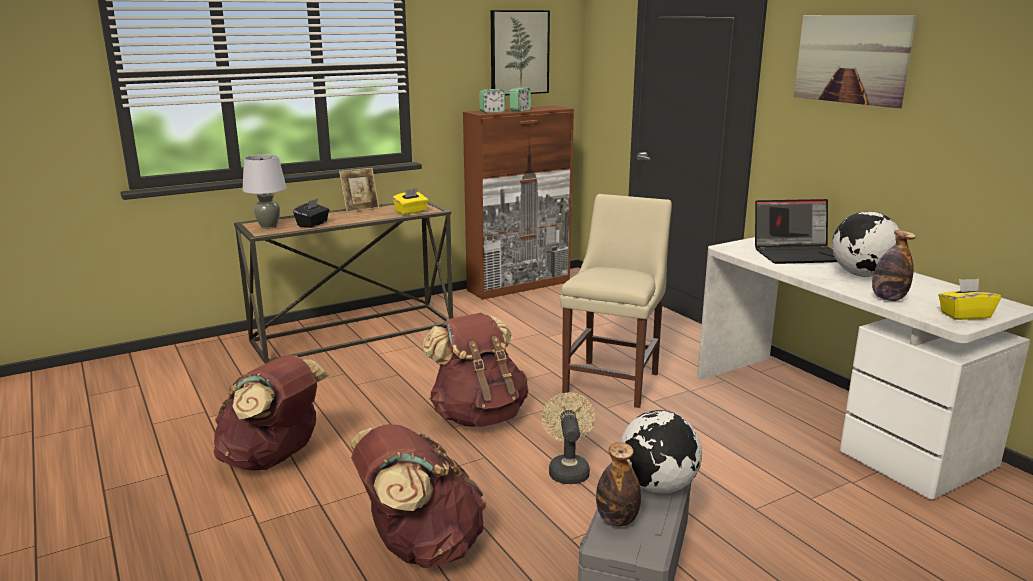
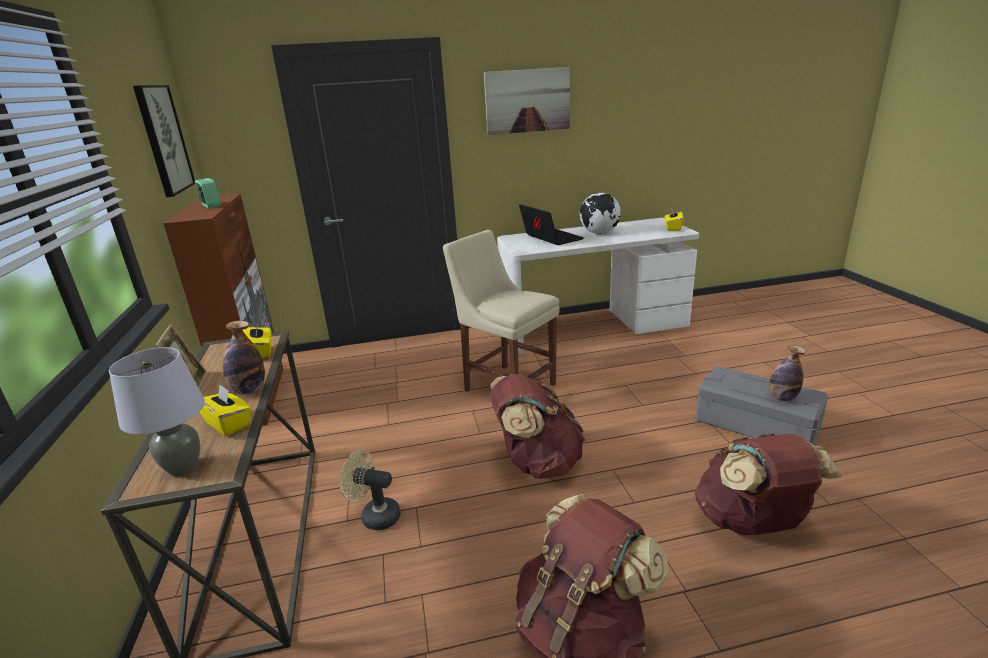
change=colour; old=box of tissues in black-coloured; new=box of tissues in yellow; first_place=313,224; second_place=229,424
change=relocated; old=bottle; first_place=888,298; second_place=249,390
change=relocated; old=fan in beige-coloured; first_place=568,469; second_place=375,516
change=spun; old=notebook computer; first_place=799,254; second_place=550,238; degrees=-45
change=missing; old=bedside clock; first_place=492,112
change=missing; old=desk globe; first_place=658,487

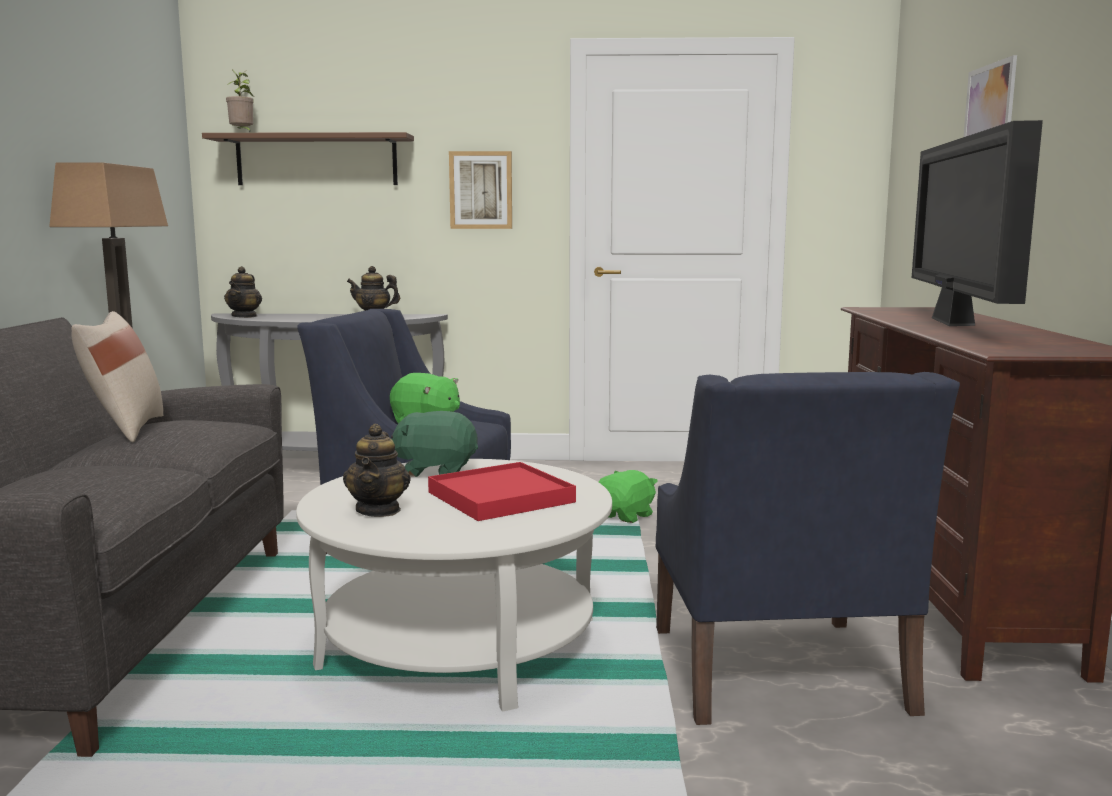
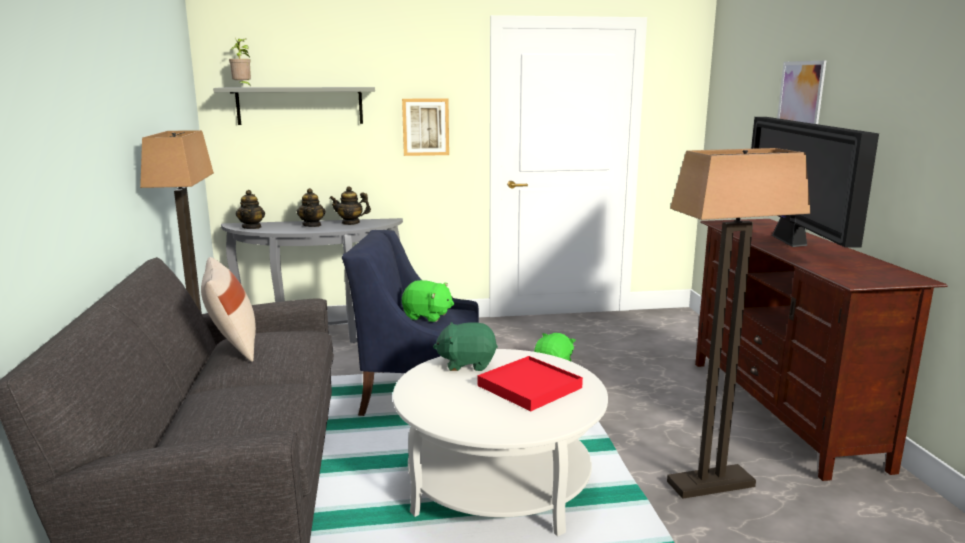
change=colour; old=wall shelf in brownish; new=wall shelf in gray; first_place=316,160; second_place=300,105
change=relocated; old=tea pot; first_place=379,510; second_place=312,225
change=exchanged; old=armchair in bluish; new=standing lamp; first_place=777,670; second_place=710,484

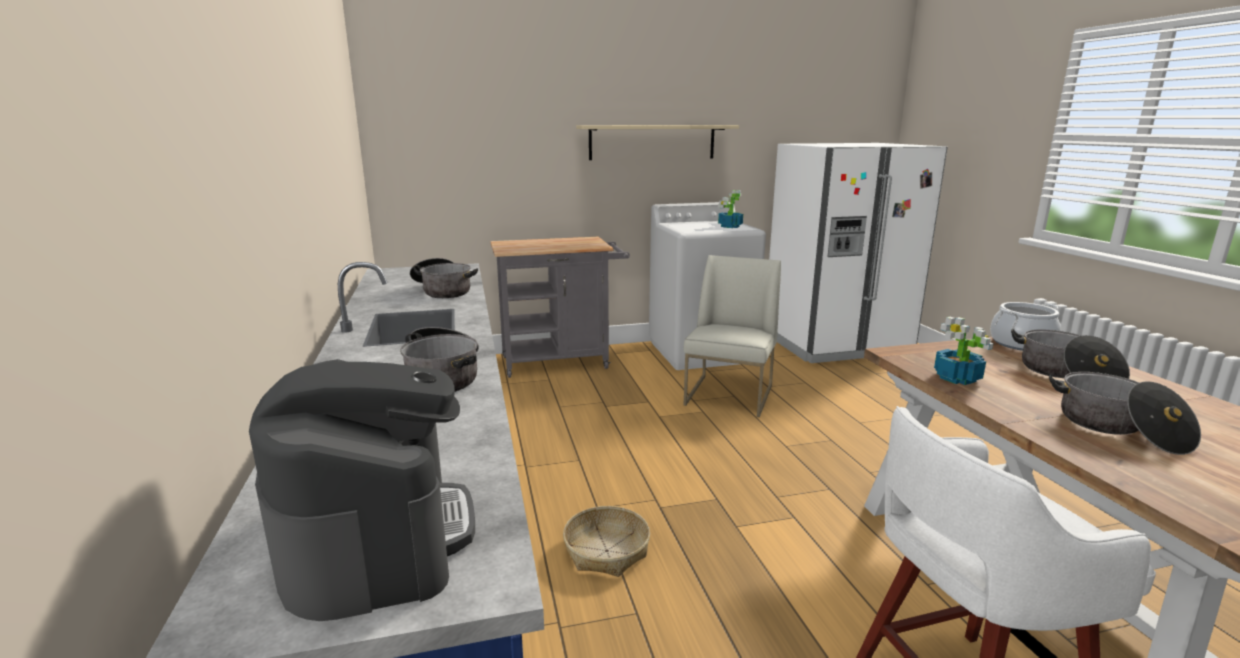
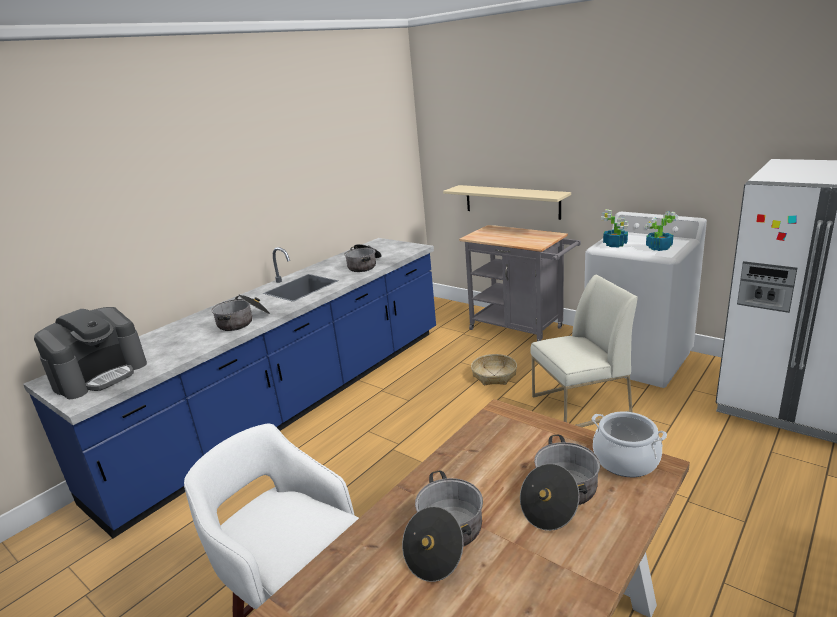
change=relocated; old=wall shelf in beige-coloured; first_place=652,142; second_place=511,201
change=relocated; old=basket; first_place=606,551; second_place=494,375
change=relocated; old=potted plant; first_place=958,378; second_place=615,244

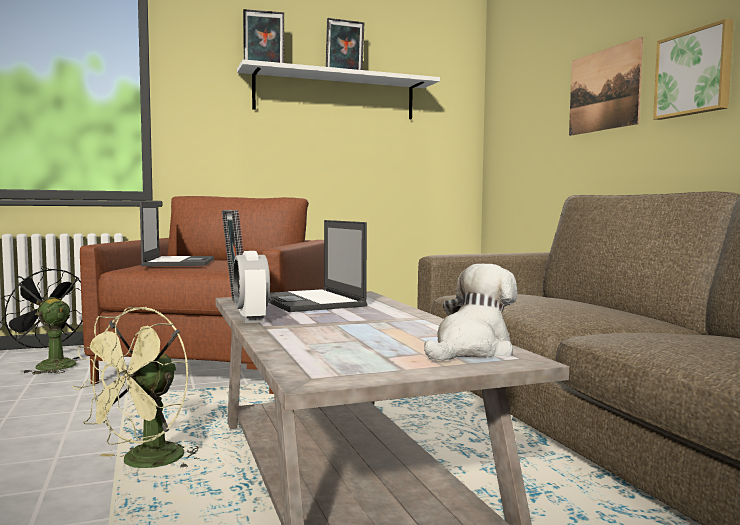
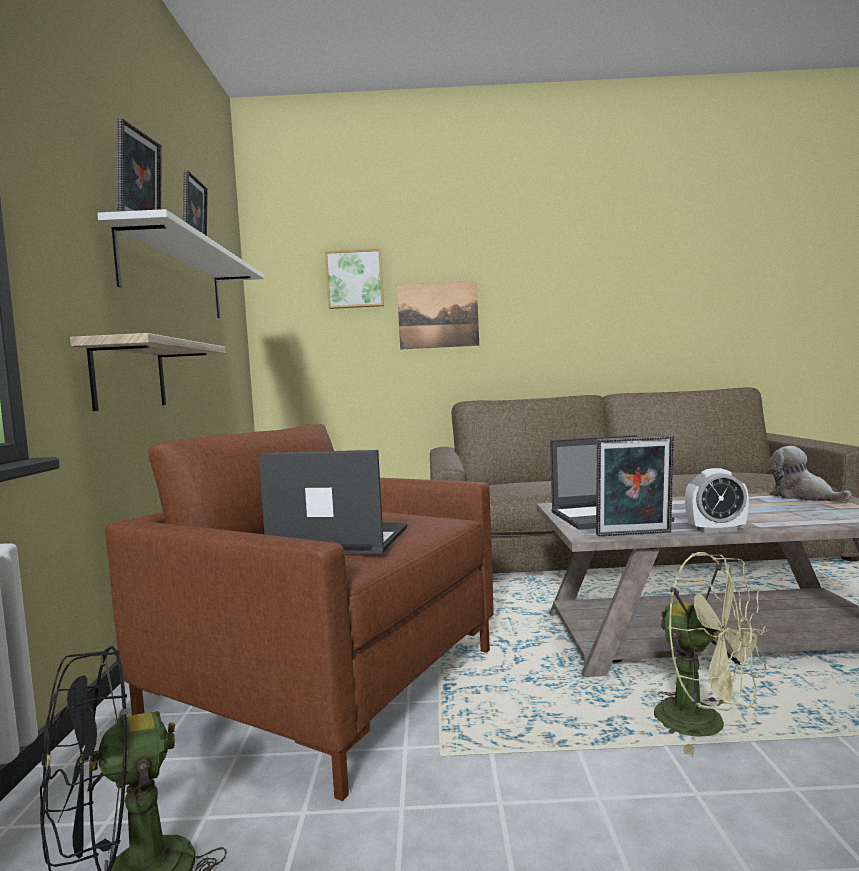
change=appeared; new=wall shelf; second_place=129,376
change=relocated; old=wall picture; first_place=694,73; second_place=355,279

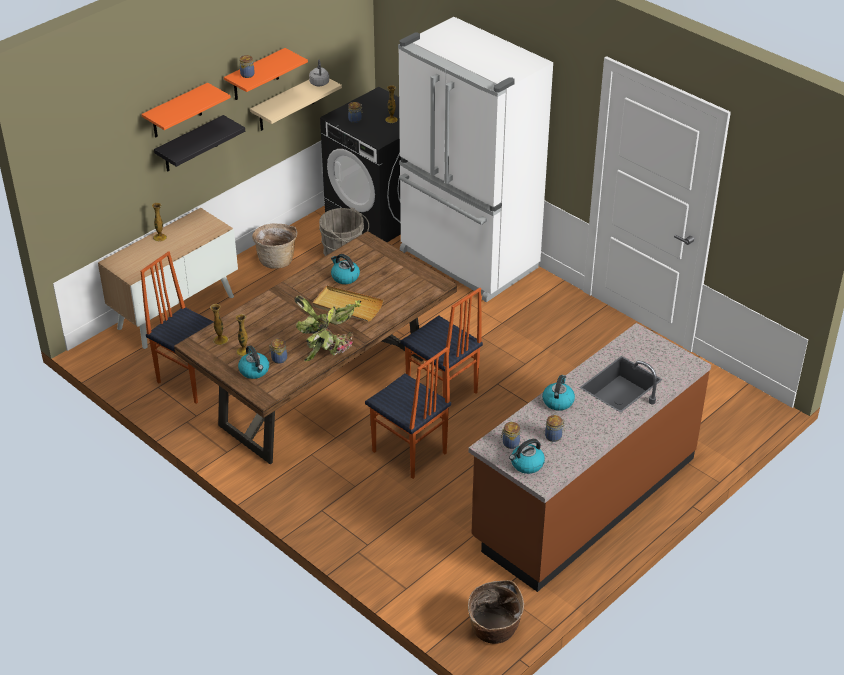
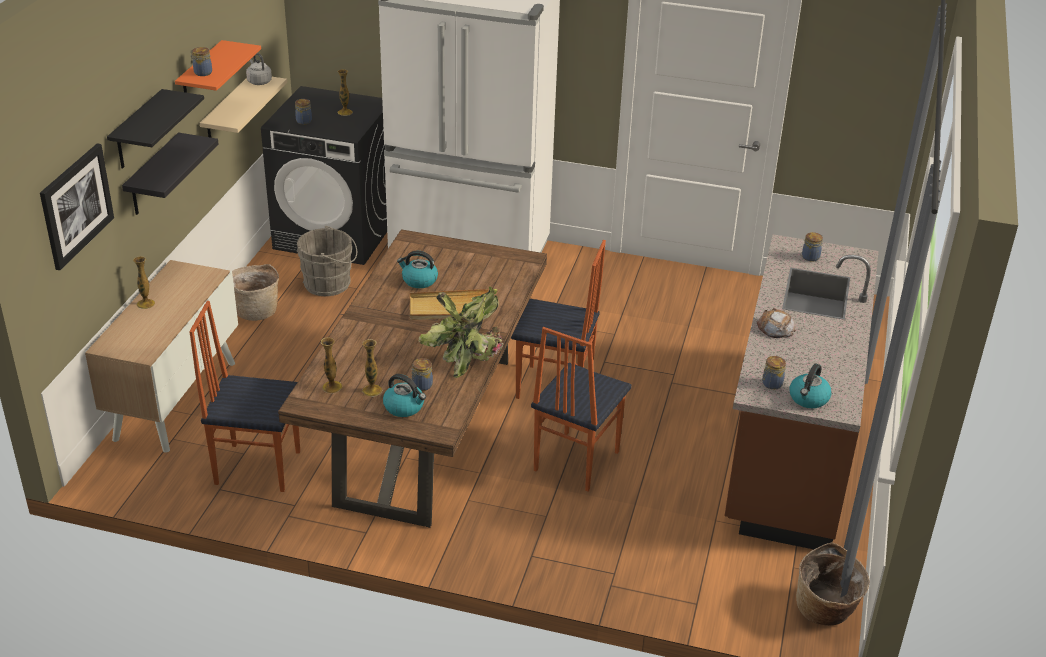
change=appeared; new=wall picture; second_place=76,205
change=colour; old=wall shelf in orange-coloured; new=wall shelf in black-coloured; first_place=176,111; second_place=138,131
change=spun; old=plain chair; first_place=409,453; second_place=574,461; degrees=105
change=exchanged; old=water kettle; new=baked bread; first_place=558,401; second_place=775,328
change=relocated; old=jar; first_place=554,436; second_place=811,257

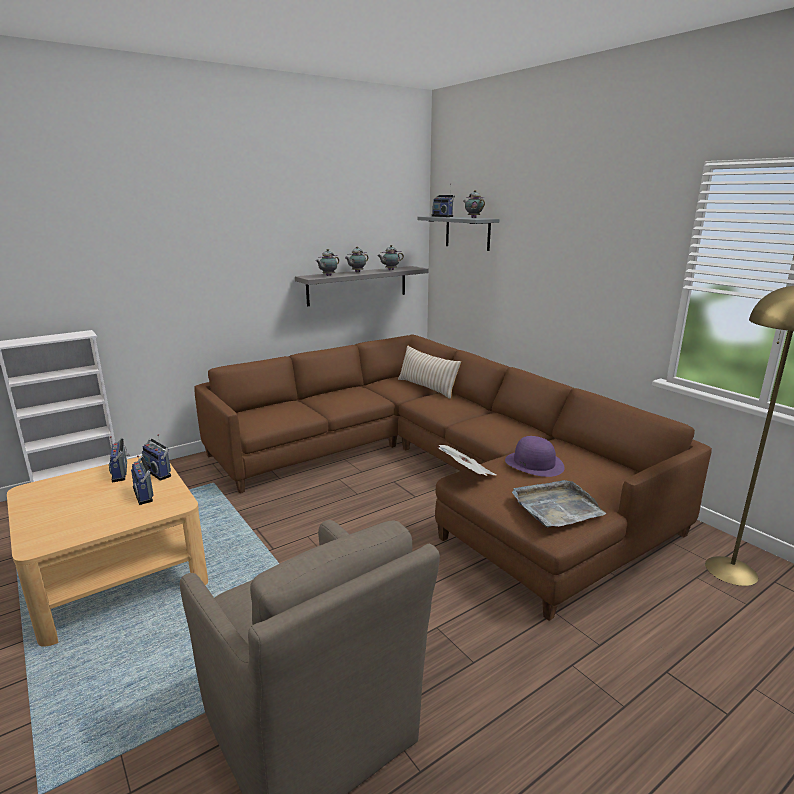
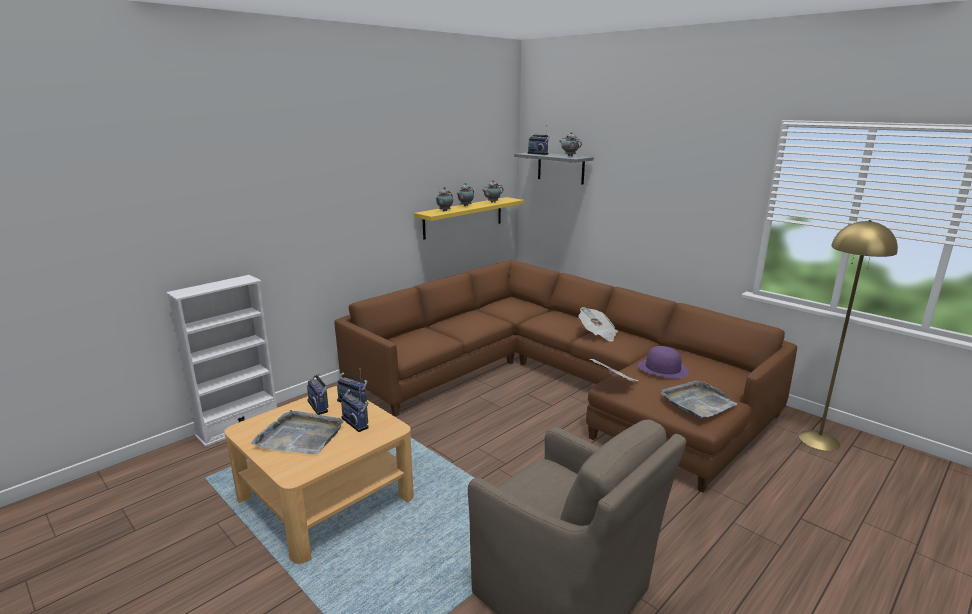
change=appeared; new=tray in gray; second_place=300,436
change=colour; old=wall shelf in gray; new=wall shelf in yellow; first_place=357,285; second_place=463,217
change=appeared; new=newspaper; second_place=597,334
change=missing; old=pillow in beige-coloured; first_place=427,387

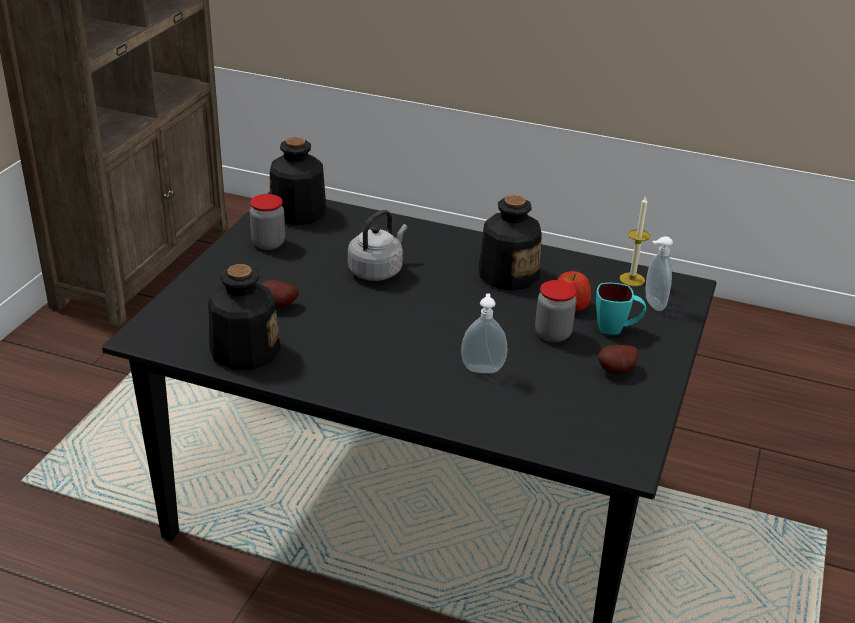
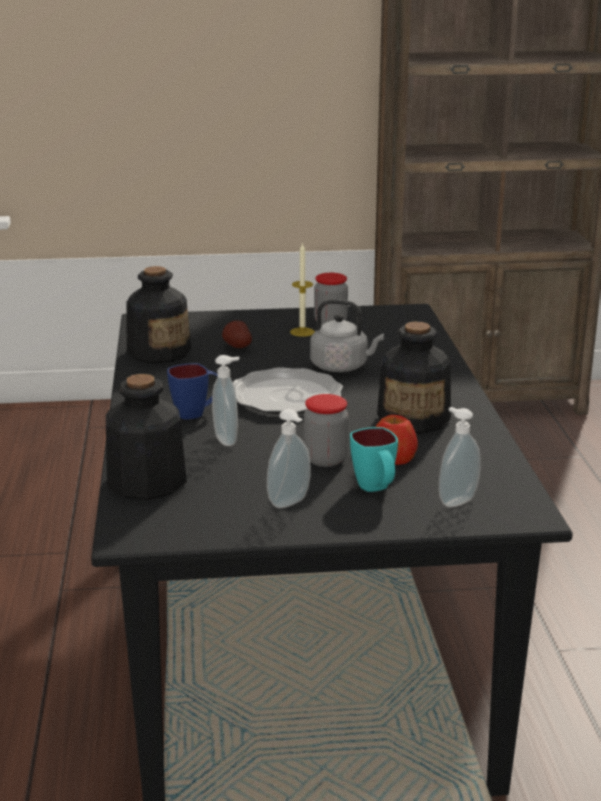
change=relocated; old=bottle; first_place=298,212; second_place=145,482
change=appeared; new=tea mug in bluish; second_place=197,413
change=appeared; new=dinner plate; second_place=286,396
change=exchanged; old=spud; new=soap dispenser; first_place=618,372; second_place=290,503
change=relocated; old=candle; first_place=632,279; second_place=302,332

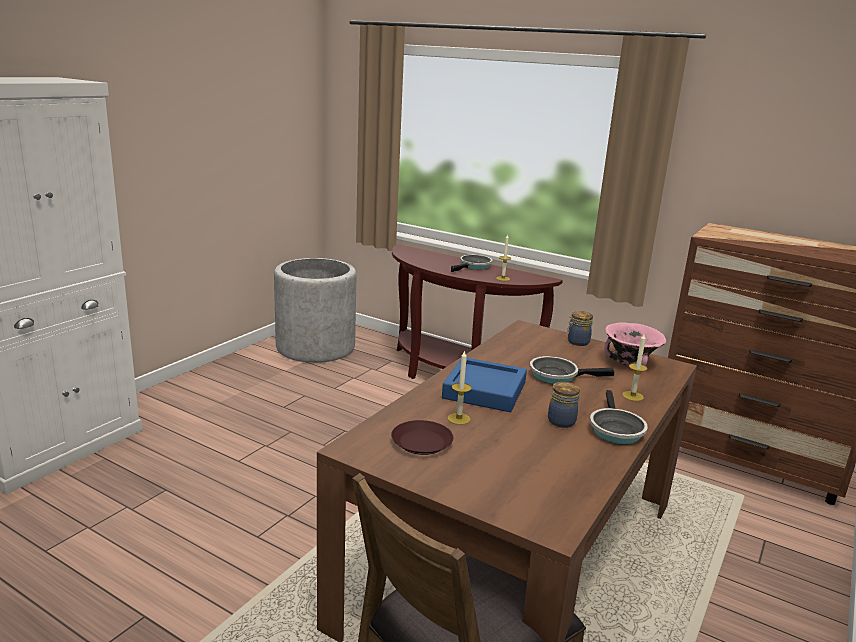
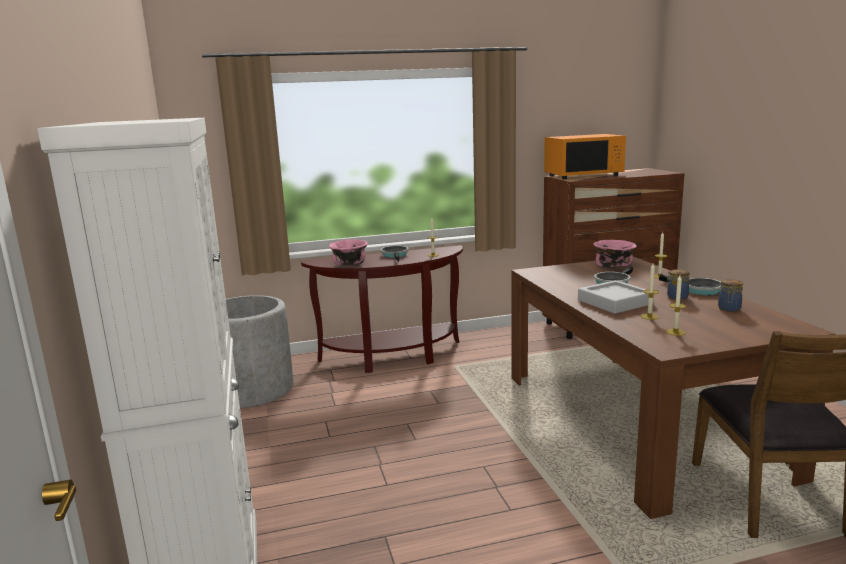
change=appeared; new=bowl in pink-coloured; second_place=349,263
change=appeared; new=microwave oven in orange-coloured; second_place=583,175
change=colour; old=tray in bluish; new=tray in gray; first_place=484,391; second_place=615,302
change=exchanged; old=dinner plate in brownish; new=candle; first_place=422,443; second_place=675,332
change=relocated; old=jar; first_place=577,342; second_place=729,309

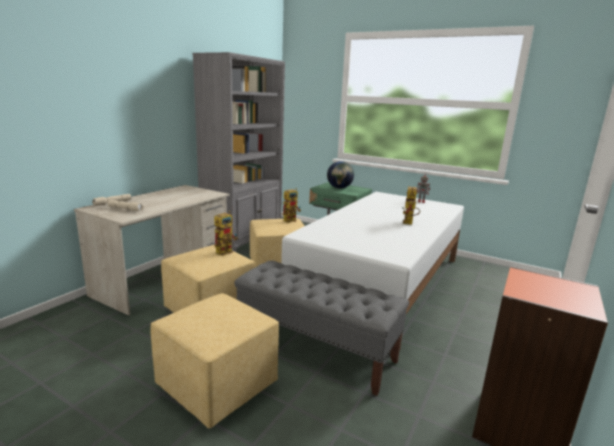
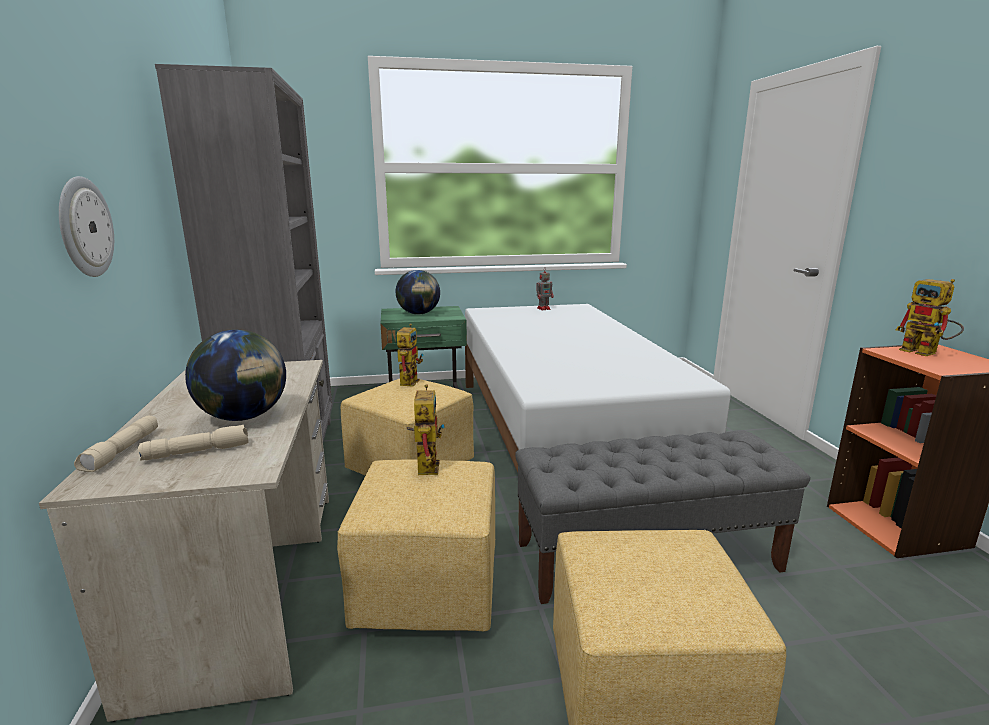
change=appeared; new=hanging clock; second_place=84,227
change=appeared; new=desk globe; second_place=244,417
change=relocated; old=toy robot; first_place=409,223; second_place=926,353

